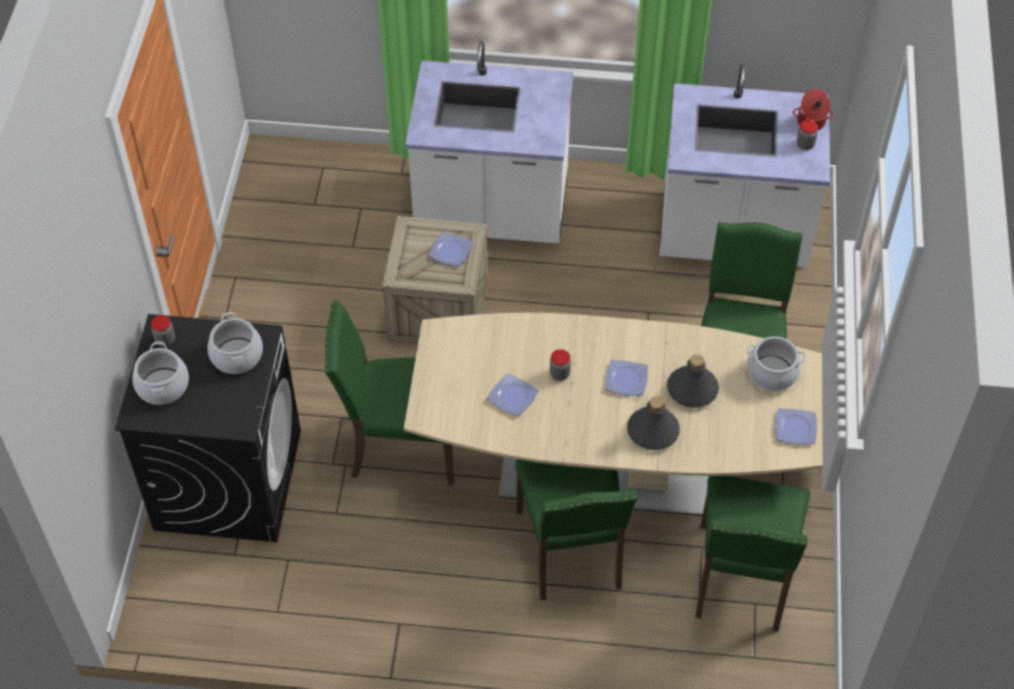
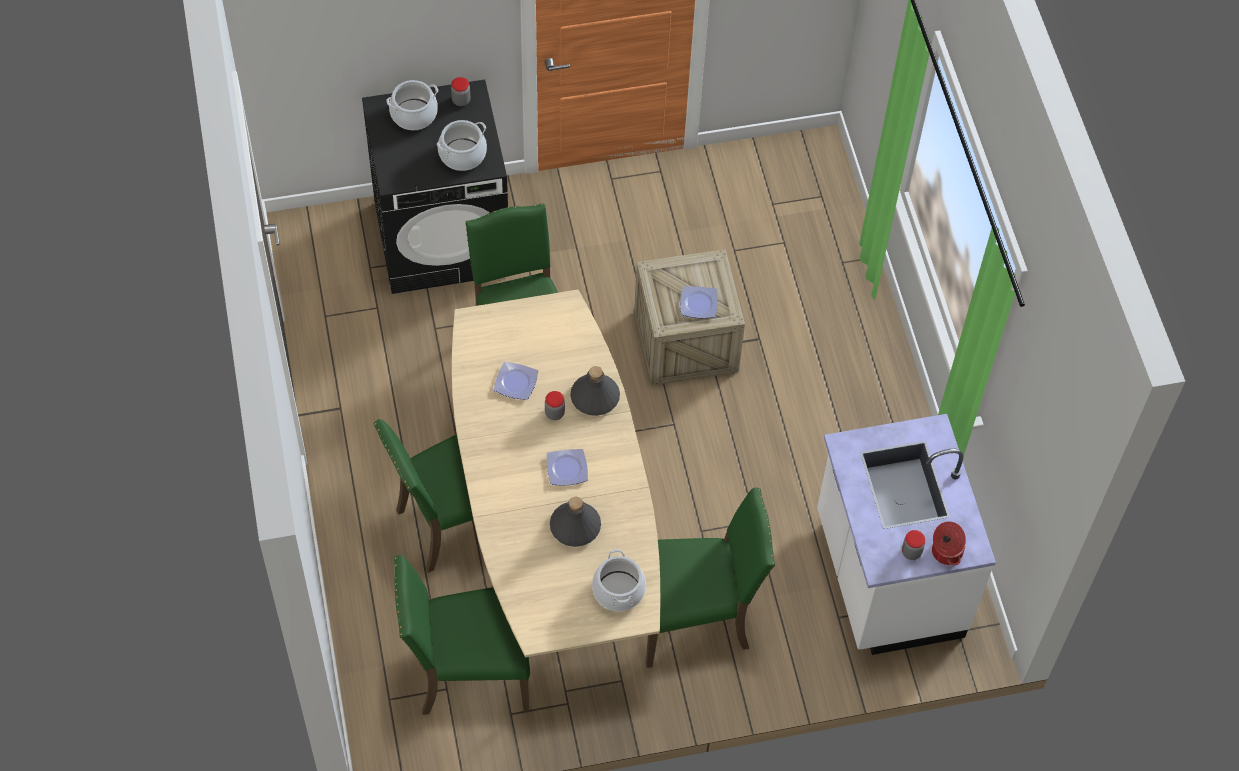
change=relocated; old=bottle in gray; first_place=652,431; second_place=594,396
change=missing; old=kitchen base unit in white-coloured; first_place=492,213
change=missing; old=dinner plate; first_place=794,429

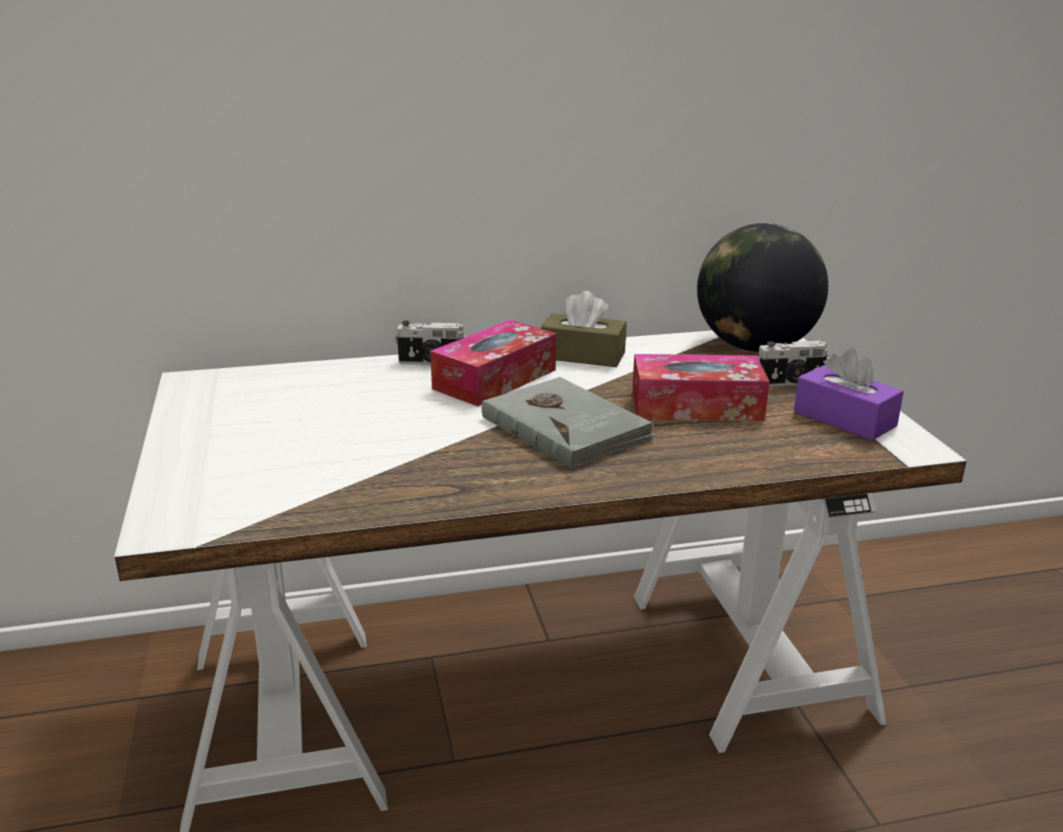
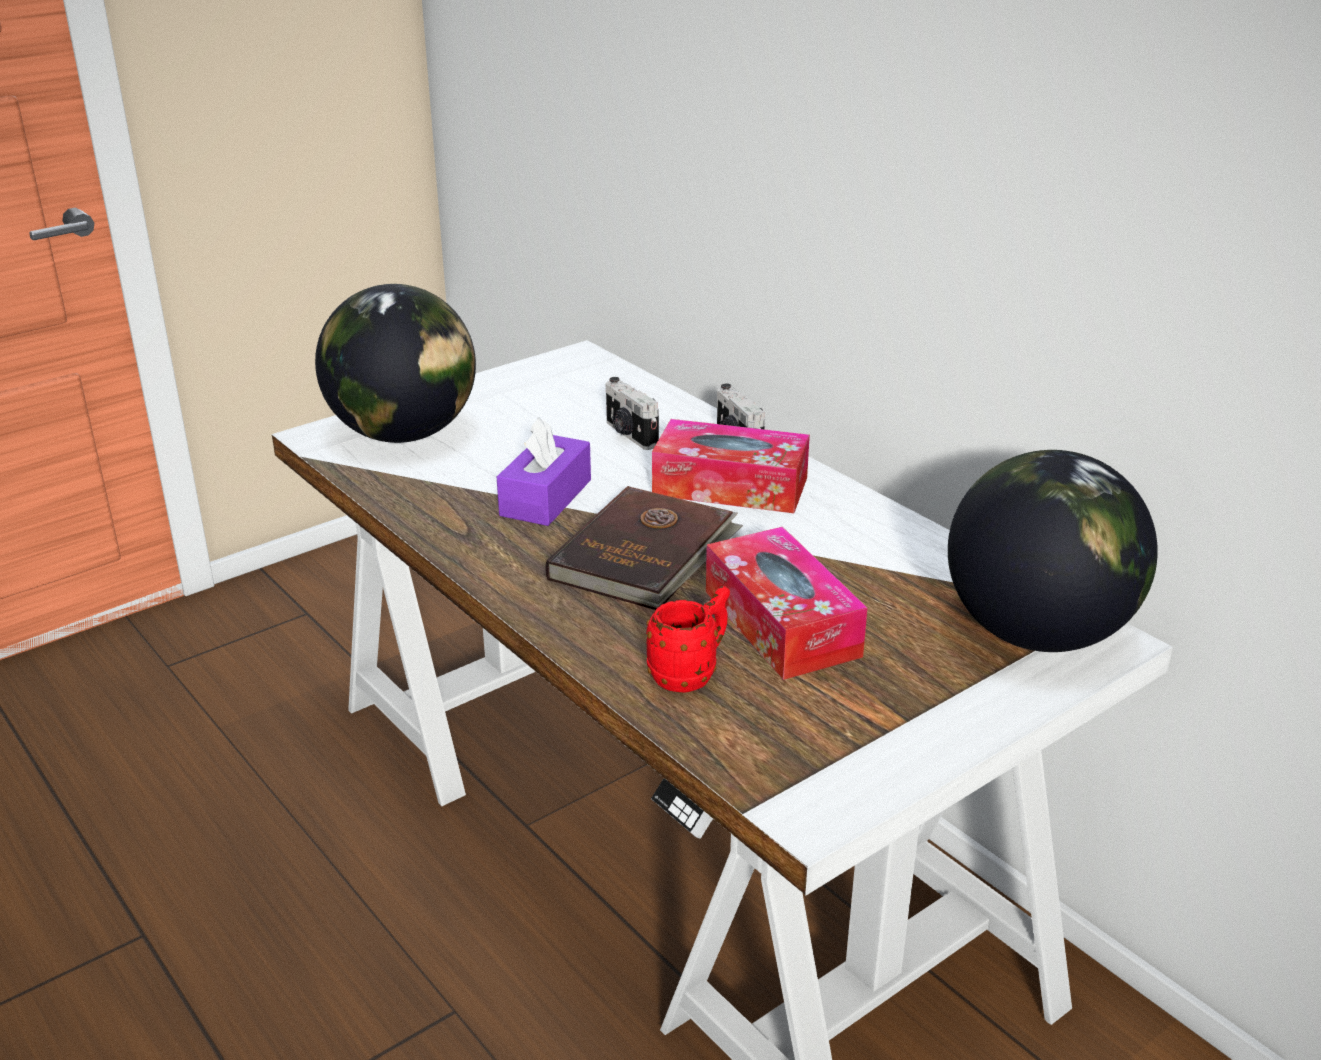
change=appeared; new=desk globe; second_place=403,434
change=relocated; old=box of tissues in purple; first_place=844,419; second_place=546,498
change=colour; old=book in gray; new=book in brownish; first_place=566,427; second_place=646,554
change=relocated; old=photo camera; first_place=790,383; second_place=629,435
change=appeared; new=tea mug in red-coloured; second_place=691,673
change=missing; old=box of tissues in brownish; first_place=583,355

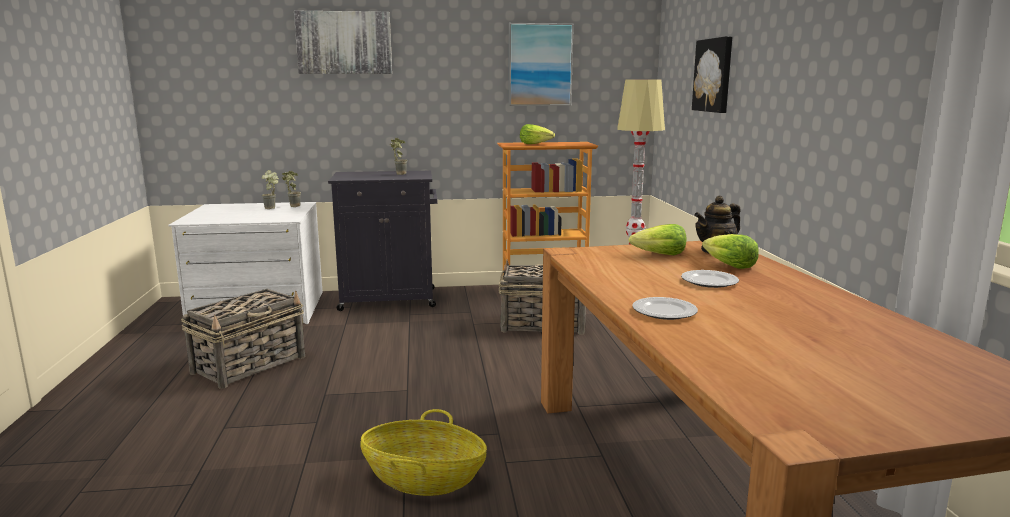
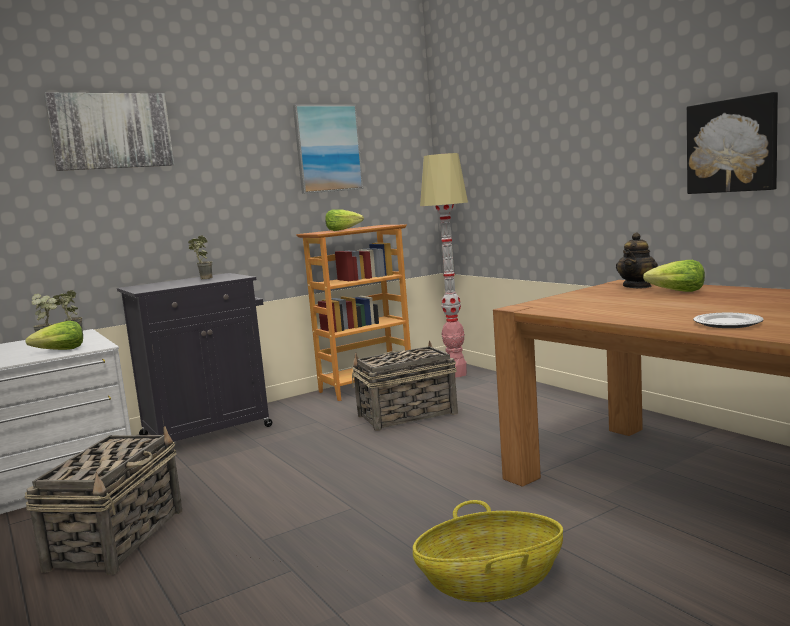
change=relocated; old=lettuce head; first_place=659,255; second_place=60,351
change=relocated; old=wall picture; first_place=714,75; second_place=732,146
change=missing; old=dinner plate; first_place=710,282

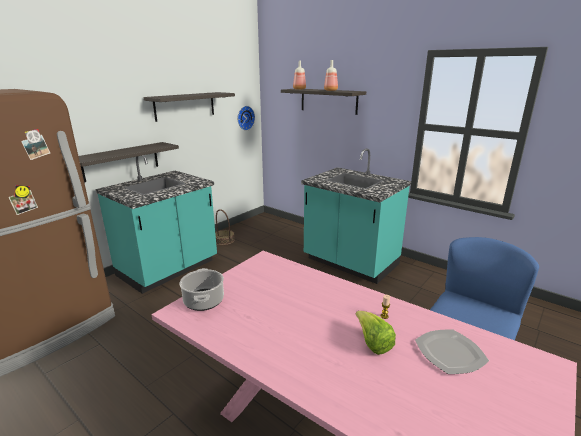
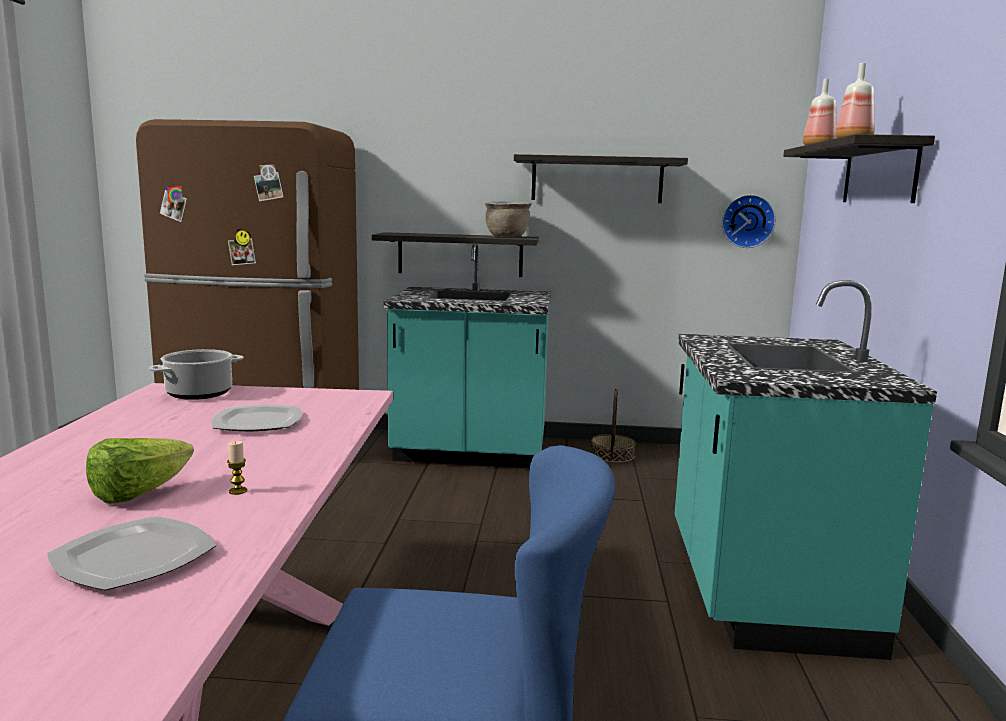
change=appeared; new=dinner plate; second_place=259,422
change=appeared; new=saucepot in brownish; second_place=507,237

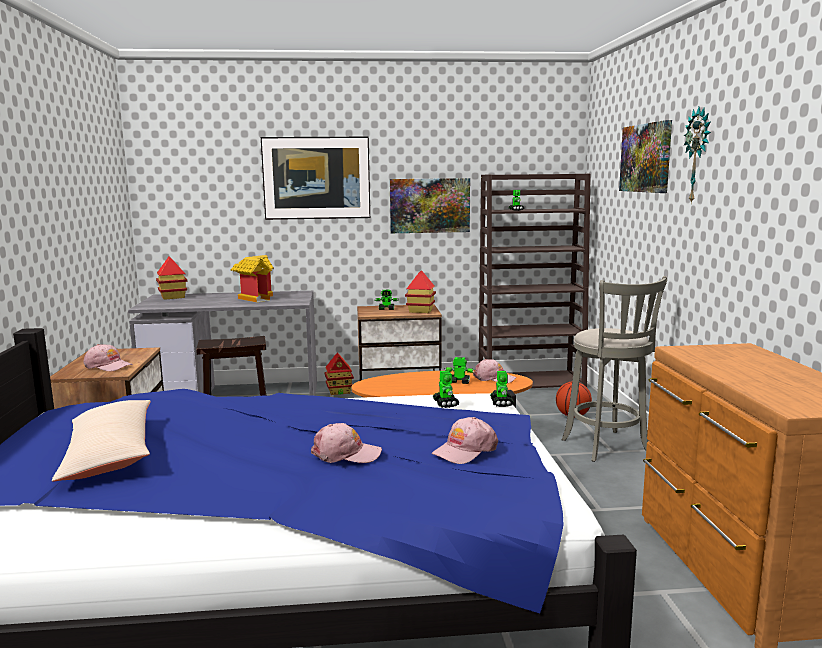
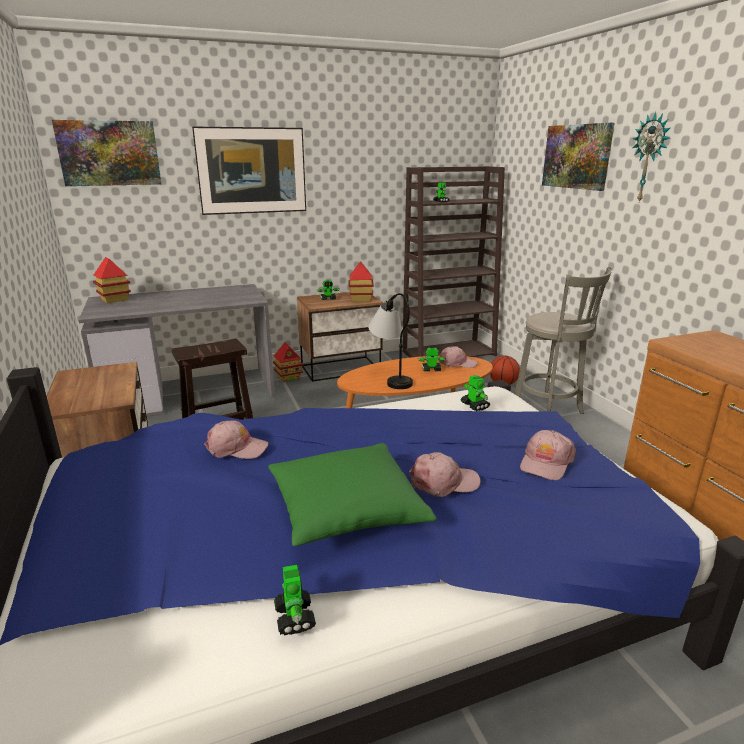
change=relocated; old=wall picture; first_place=429,205; second_place=109,153
change=relocated; old=peaked cap in pink-coloured; first_place=108,366; second_place=236,448
change=appeared; new=pillow in greenish; second_place=346,510
change=relocated; old=toy robot; first_place=501,403; second_place=294,616
change=appeared; new=lamp for a table; second_place=391,377
change=missing; old=pillow in beige-coloured; first_place=109,454
change=missing; old=toy house; first_place=255,298

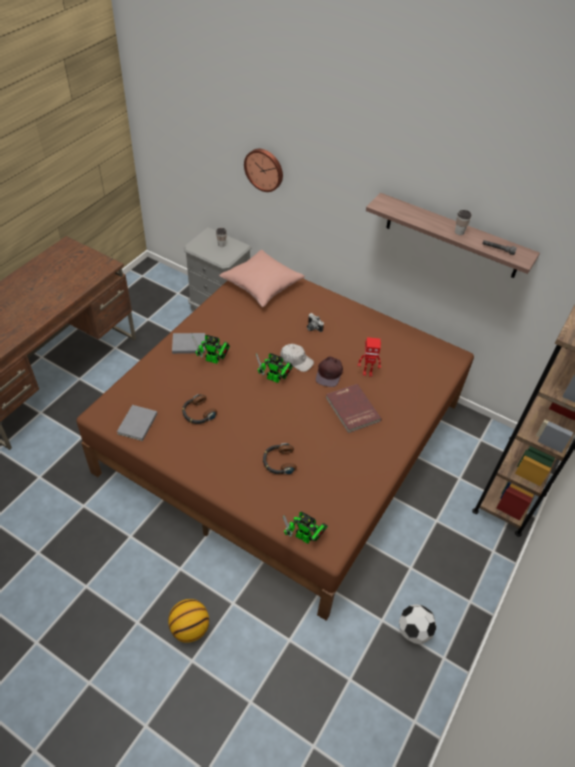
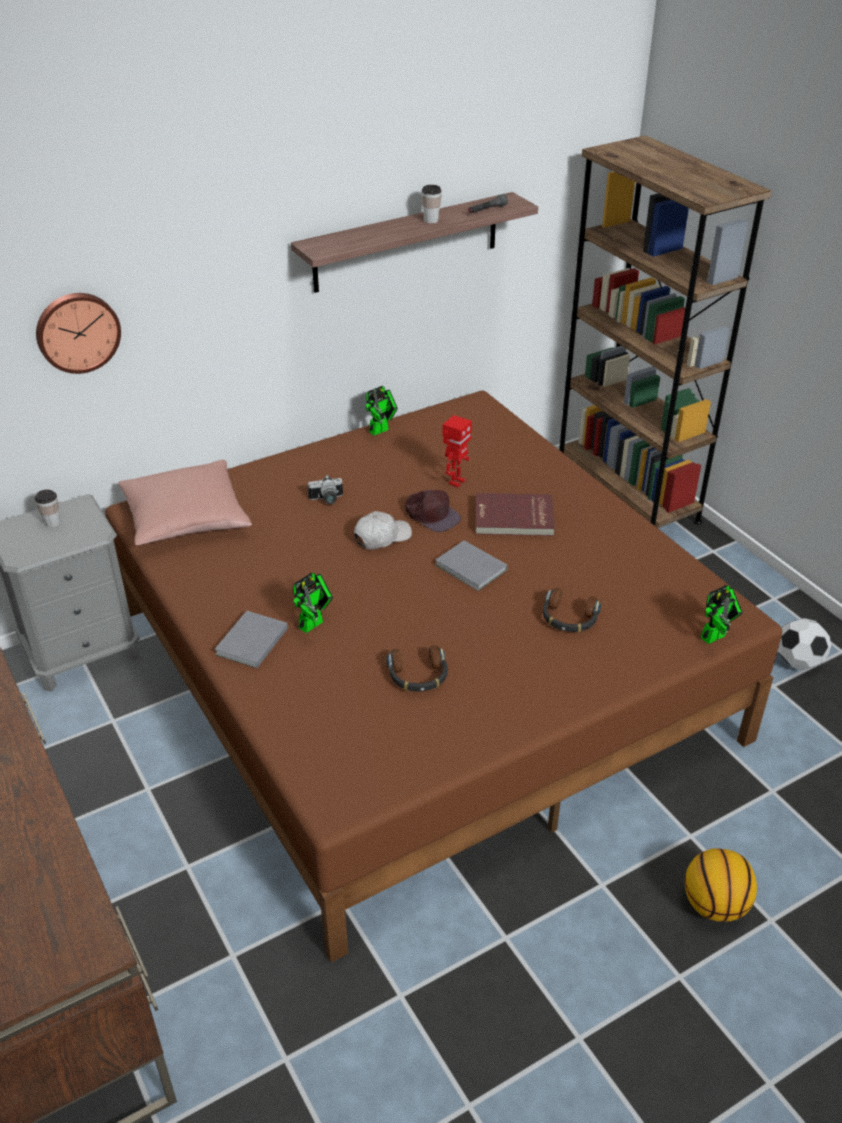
change=relocated; old=toy robot; first_place=275,379; second_place=381,429
change=relocated; old=book in gray; first_place=136,424; second_place=471,569

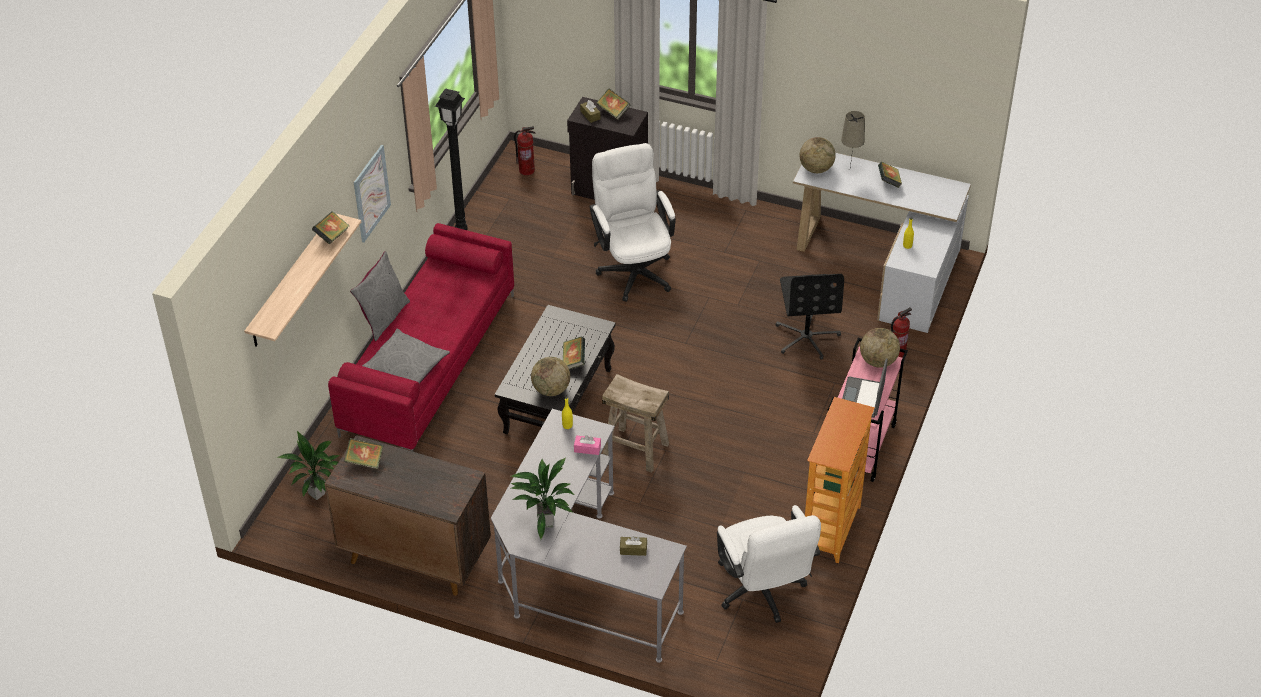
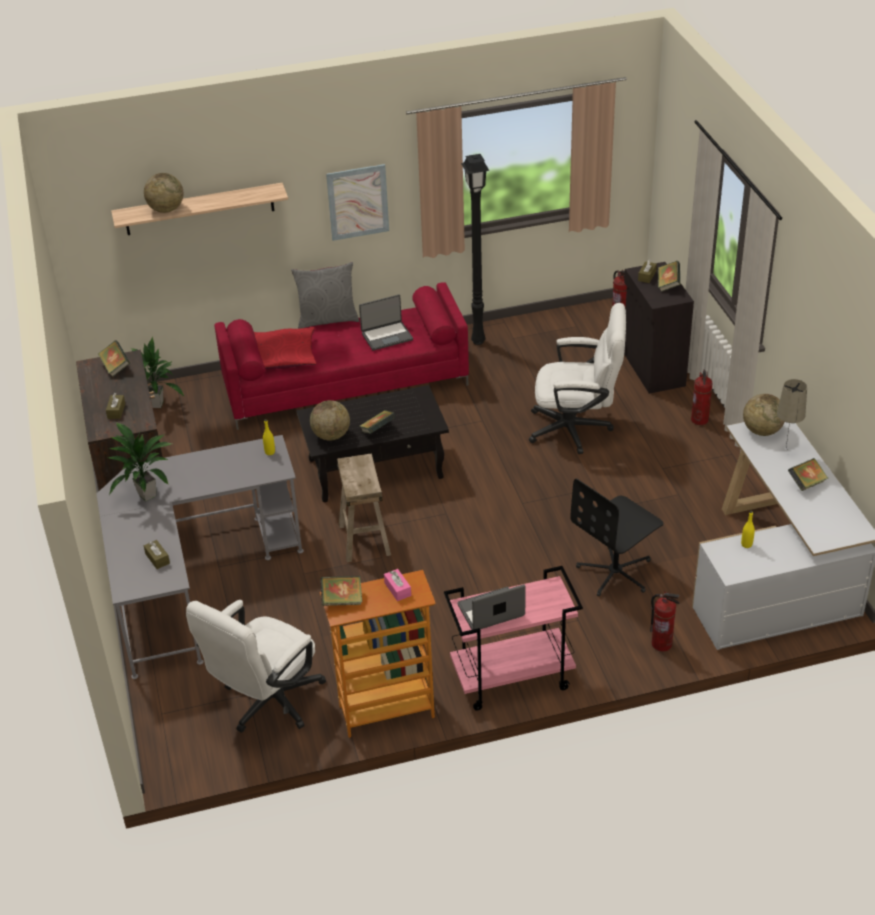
change=appeared; new=box of tissues in brownish; second_place=116,411
change=relocated; old=desk globe; first_place=878,361; second_place=166,209
change=colour; old=pillow in gray; new=pillow in red-coloured; first_place=405,367; second_place=284,356
change=relocated; old=book; first_place=332,236; second_place=342,600
change=appeared; new=notebook computer; second_place=386,336
change=relocated; old=box of tissues in pink-coloured; first_place=587,448; second_place=397,589
change=spun; old=desk chair in white-coloured; first_place=633,268; second_place=577,429; degrees=60
change=appeared; new=extinguisher; second_place=700,420

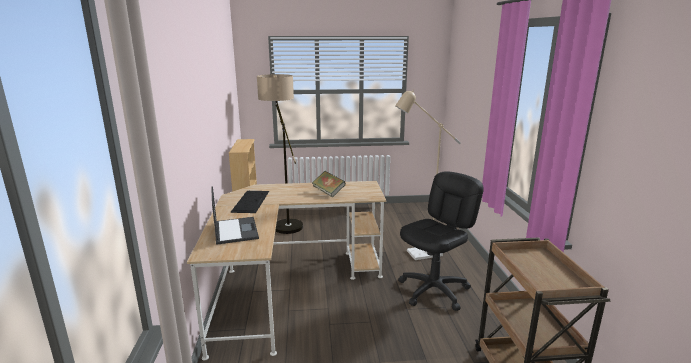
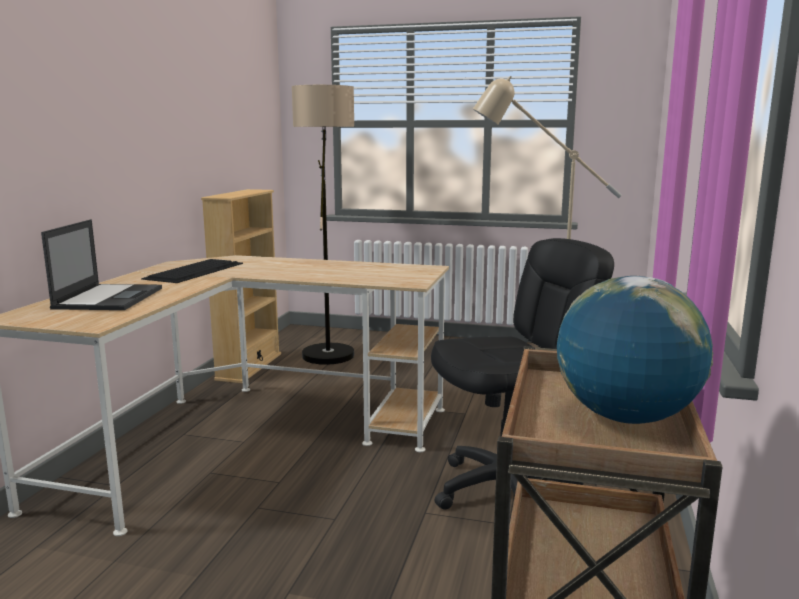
change=appeared; new=desk globe; second_place=625,418
change=missing; old=book; first_place=328,192

